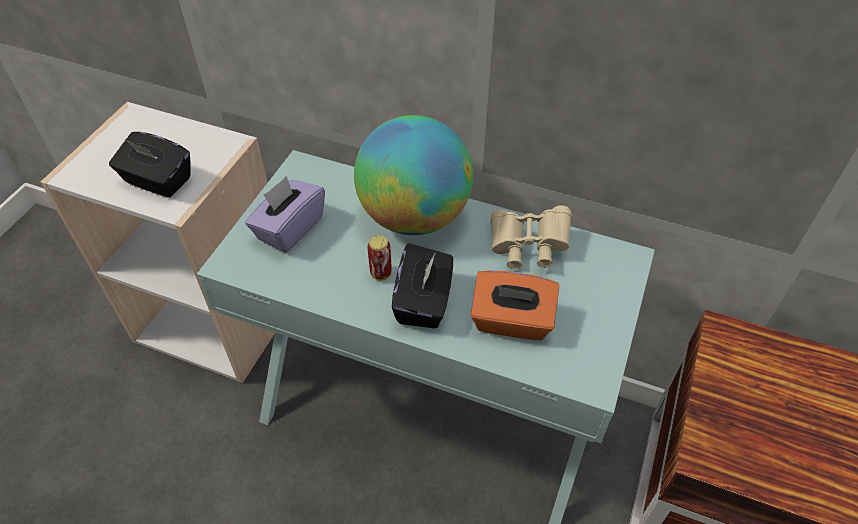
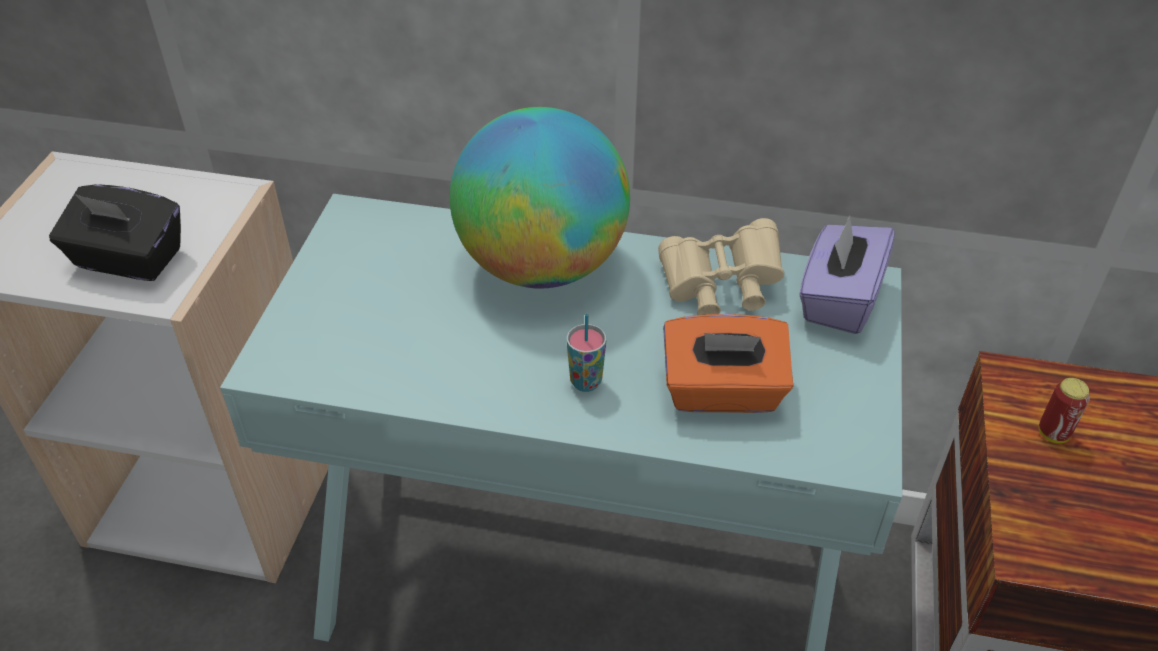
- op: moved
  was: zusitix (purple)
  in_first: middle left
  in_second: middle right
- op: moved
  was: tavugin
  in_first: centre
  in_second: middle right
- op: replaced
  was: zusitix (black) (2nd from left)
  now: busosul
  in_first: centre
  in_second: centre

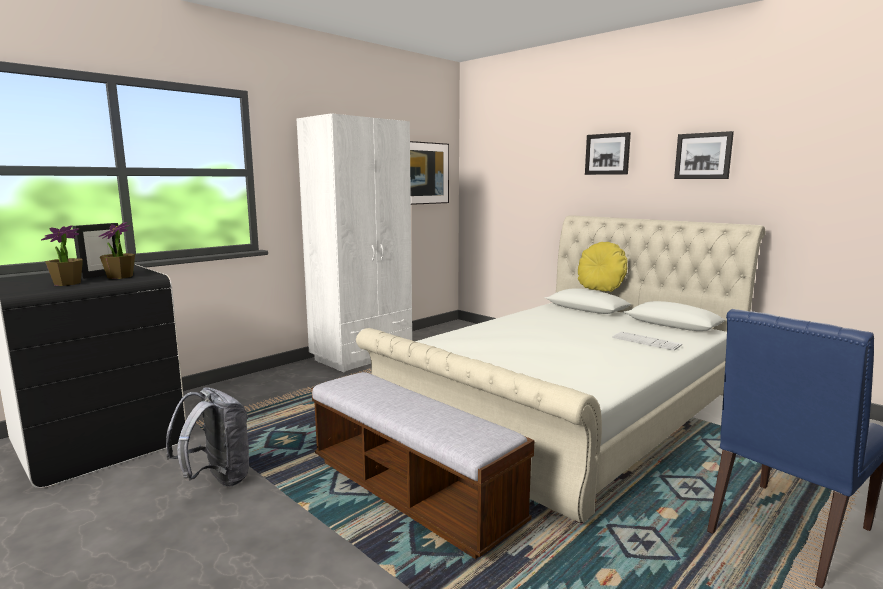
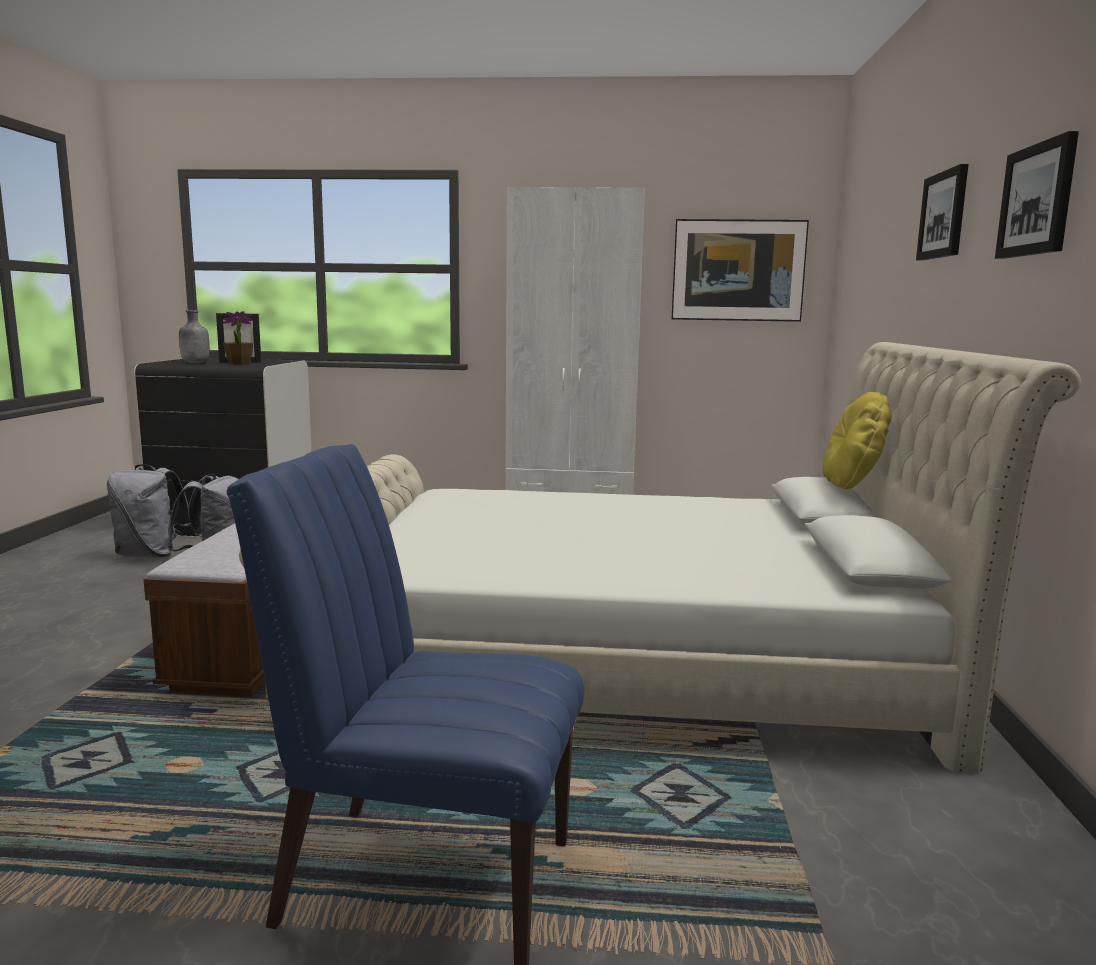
- op: replaced
  was: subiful (1st from left)
  now: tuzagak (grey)
  in_first: middle left
  in_second: middle left
- op: removed
  was: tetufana
  in_first: middle right
- op: added
  now: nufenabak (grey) (1st from left)
  in_second: middle left

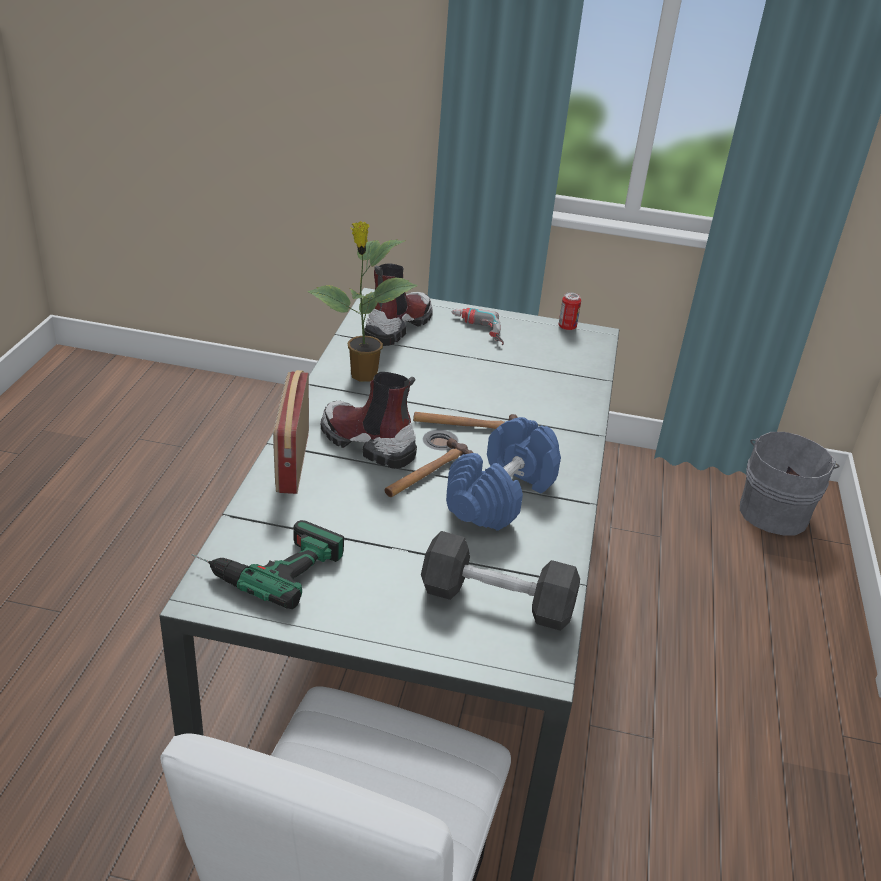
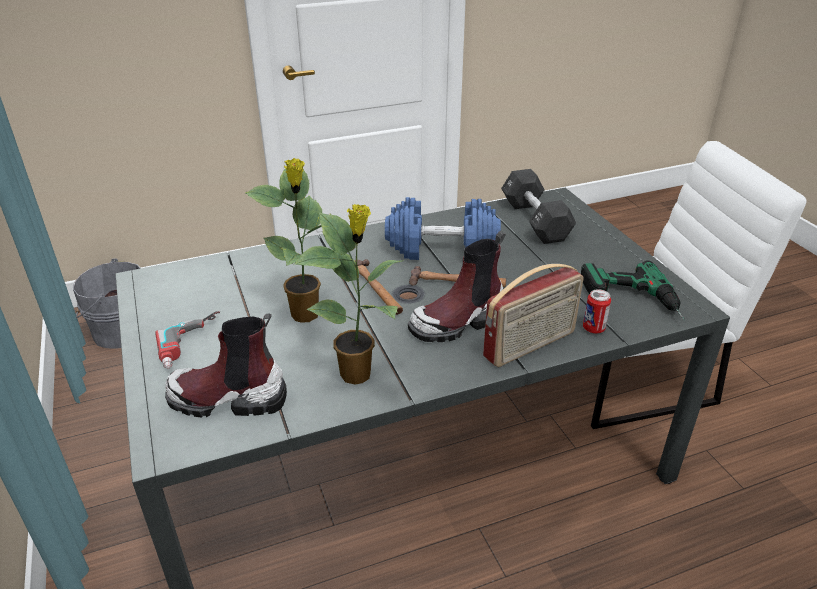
- op: moved
  was: tavugin
  in_first: centre
  in_second: middle right
- op: turned
  was: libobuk (1st from left in the first image)
  in_first: centre
  in_second: centre
  clockwise: 60
- op: added
  now: subiful (1st from left)
  in_second: centre

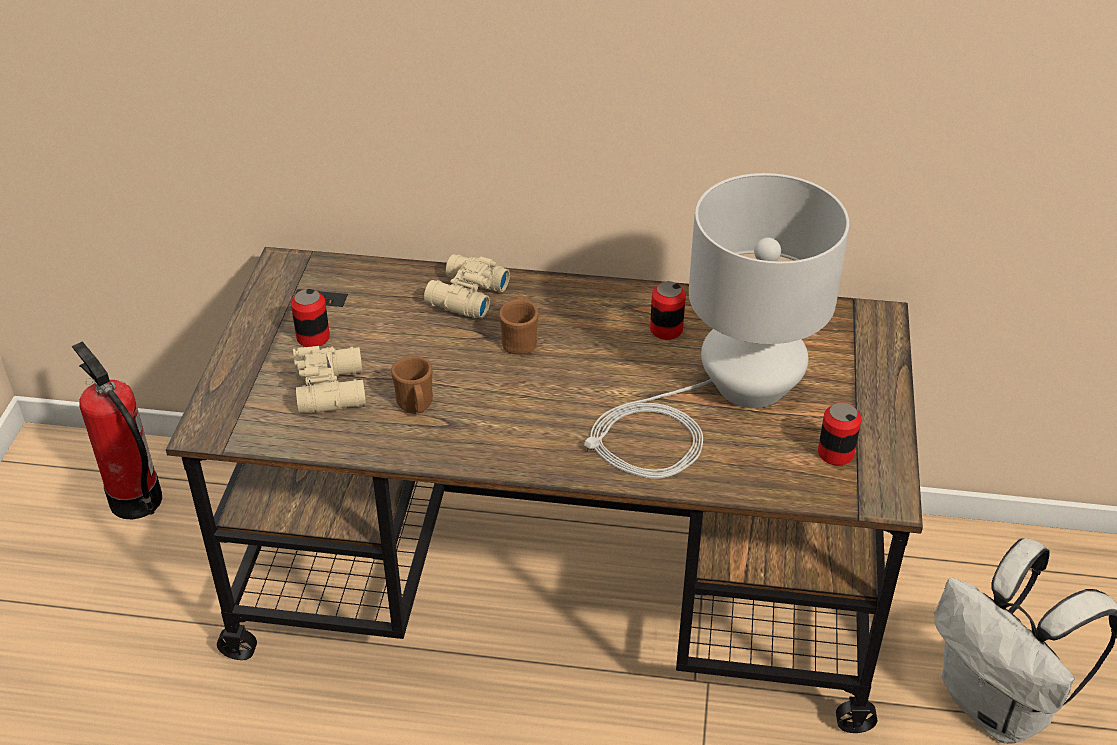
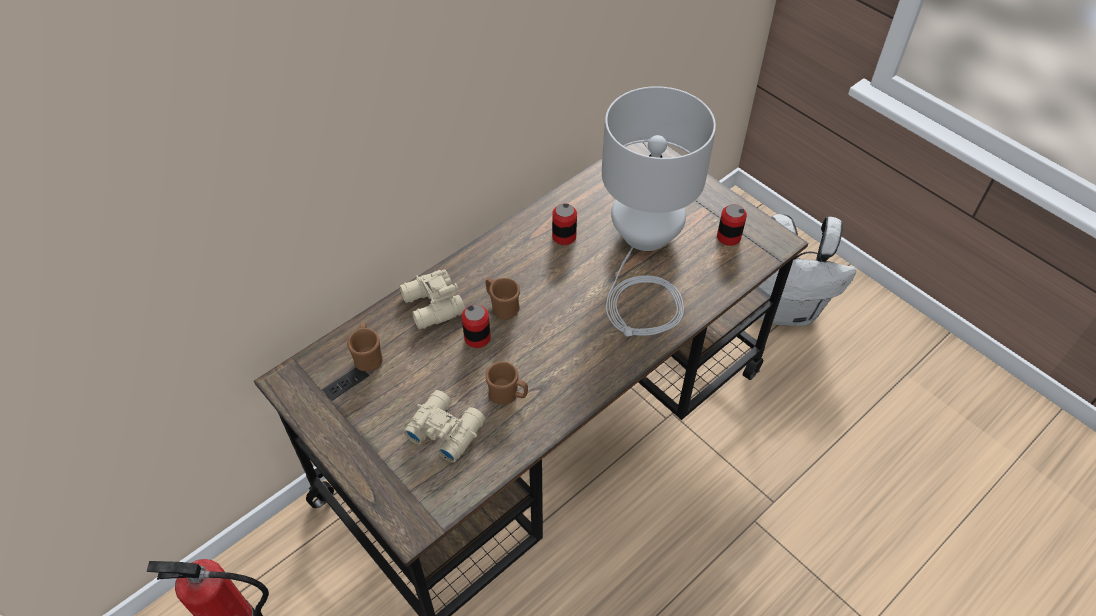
- op: moved
  was: tavugin (1st from left)
  in_first: middle left
  in_second: centre
- op: added
  now: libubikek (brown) (1st from left)
  in_second: middle left

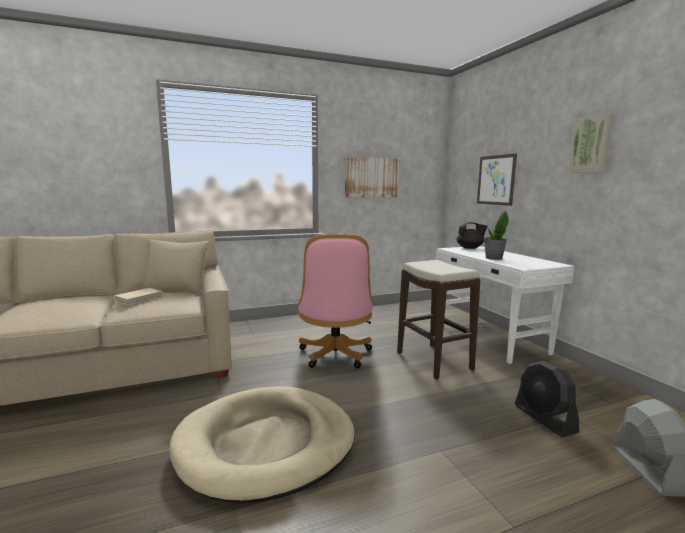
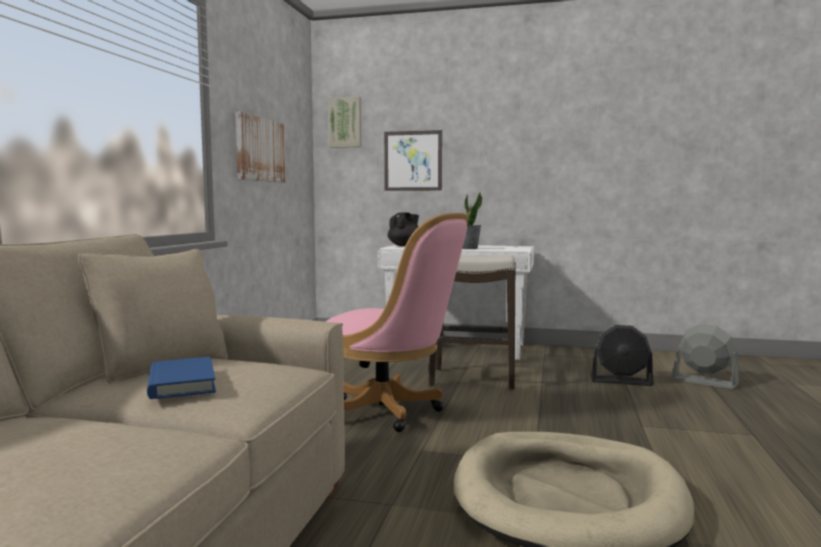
- op: moved
  was: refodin (3rd from left in the first image)
  now: refodin (2nd from left)
  in_first: top right
  in_second: top centre
- op: recoloured
  was: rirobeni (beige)
  now: rirobeni (blue)
  in_first: middle left
  in_second: bottom left

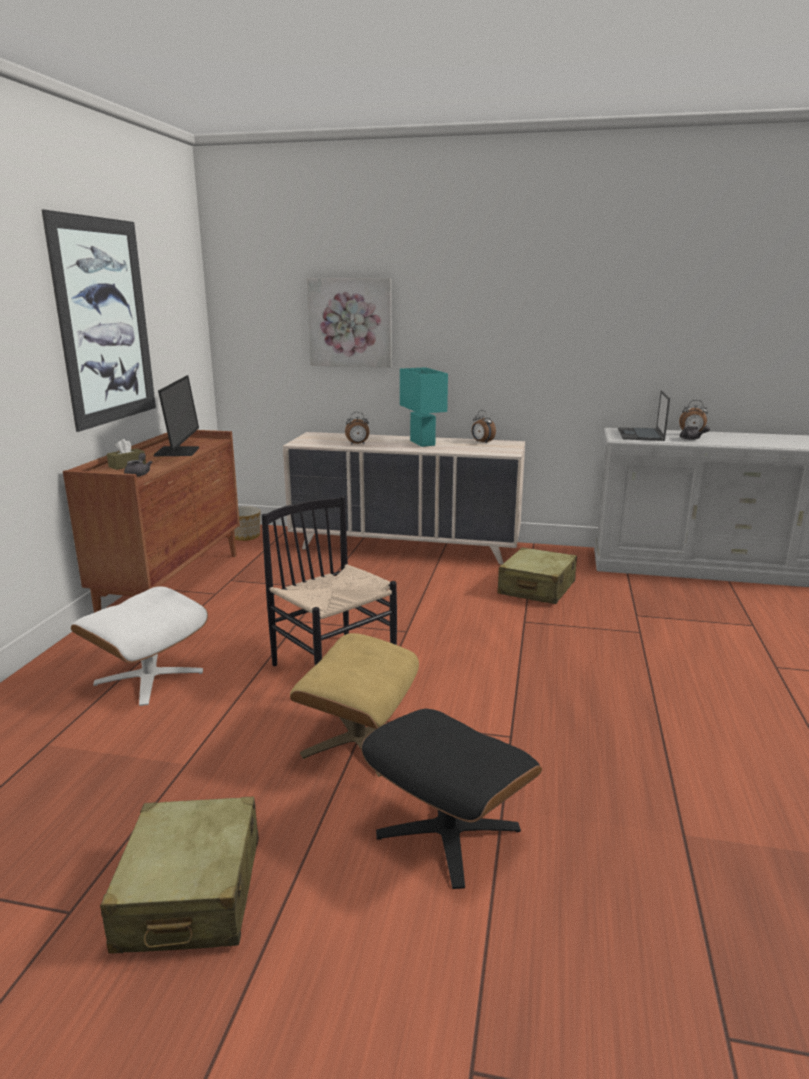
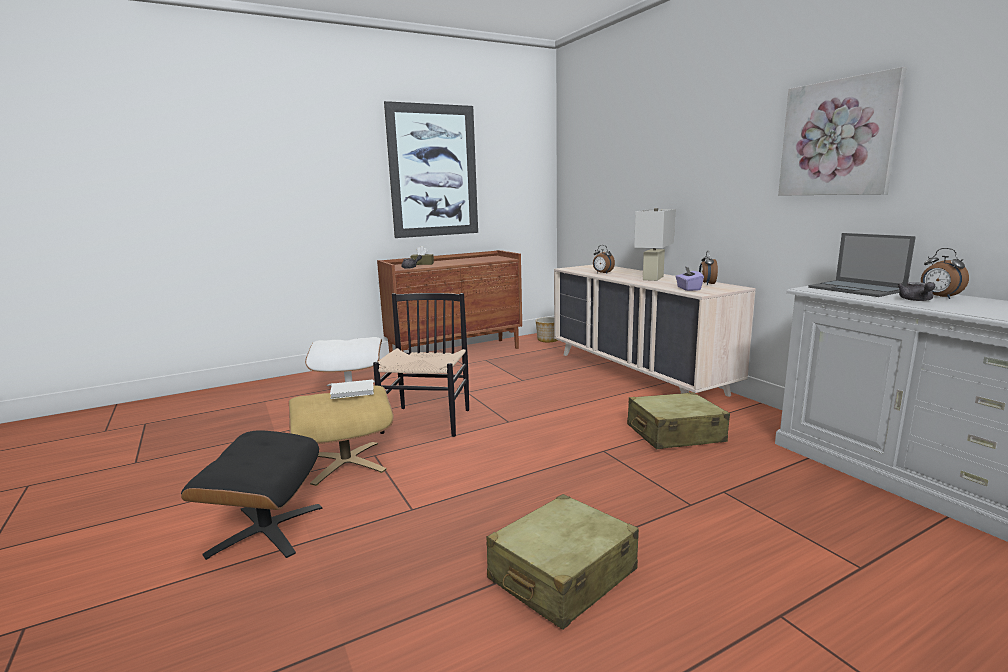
- op: moved
  was: refodin (2nd from left)
  in_first: top centre
  in_second: top right
- op: recoloured
  was: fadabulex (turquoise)
  now: fadabulex (white)
  in_first: centre
  in_second: centre
- op: removed
  was: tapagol
  in_first: middle left
- op: turned
  was: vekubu
  in_first: middle right
  in_second: middle right
  clockwise: -90
- op: moved
  was: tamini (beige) (1st from left)
  in_first: bottom left
  in_second: bottom centre
- op: added
  now: zusitix (purple)
  in_second: middle right
- op: added
  now: rirobeni (white)
  in_second: centre

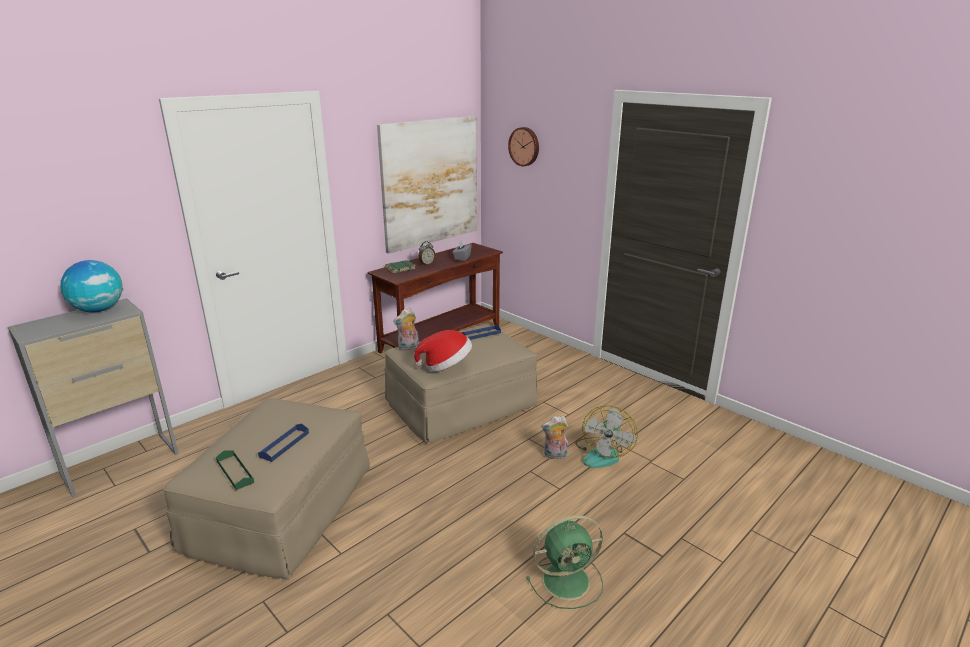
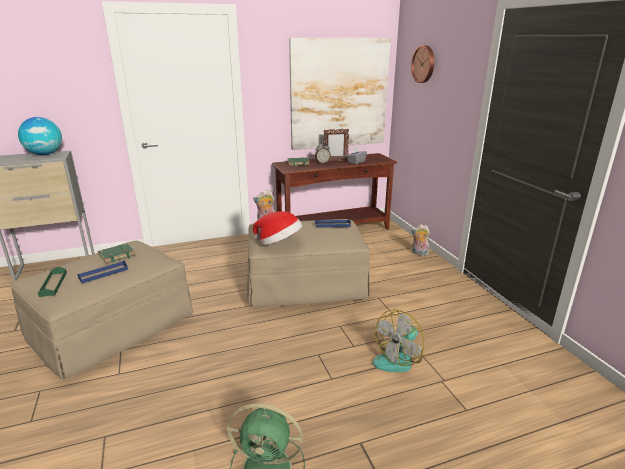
- op: moved
  was: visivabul (2nd from left)
  in_first: bottom centre
  in_second: middle right
- op: added
  now: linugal
  in_second: top centre
- op: added
  now: rirobeni (green) (1st from left)
  in_second: middle left

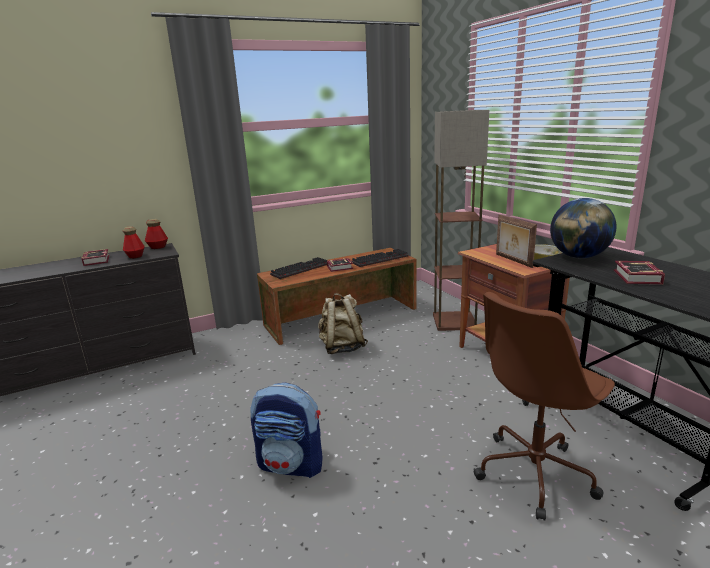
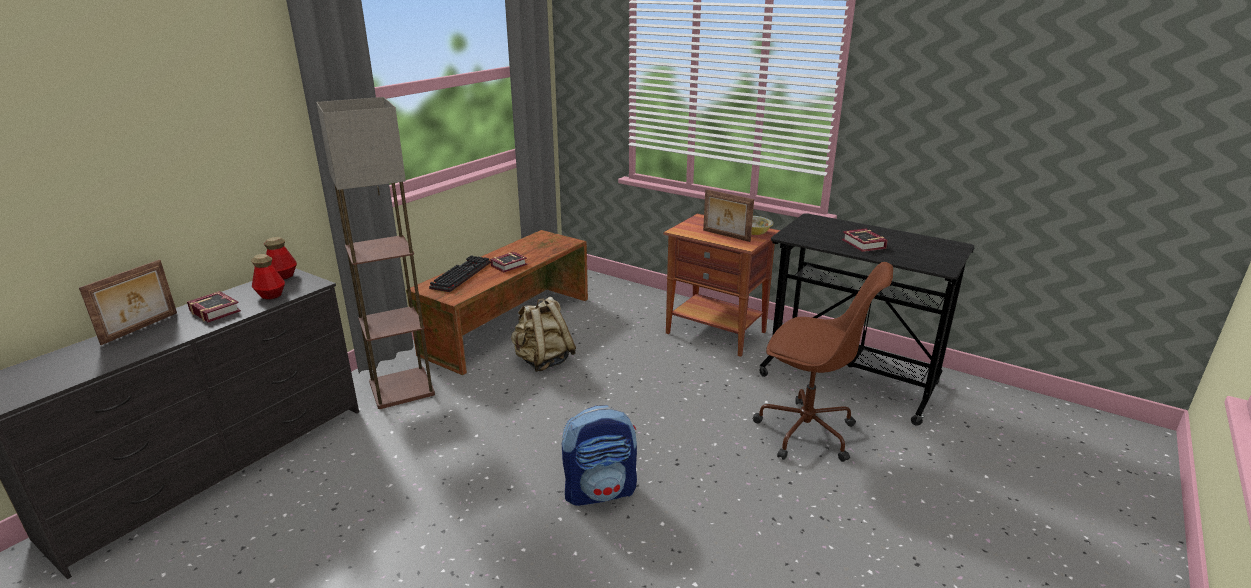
- op: moved
  was: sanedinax
  in_first: centre
  in_second: middle left
- op: removed
  was: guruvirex
  in_first: middle right
- op: removed
  was: tetufana (2nd from left)
  in_first: centre
- op: turned
  was: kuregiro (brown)
  in_first: bottom right
  in_second: centre
  clockwise: -90
- op: added
  now: linugal (1st from left)
  in_second: middle left

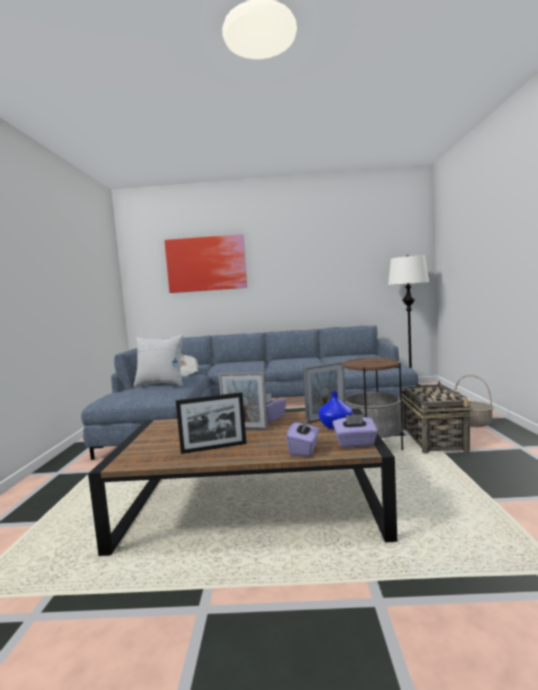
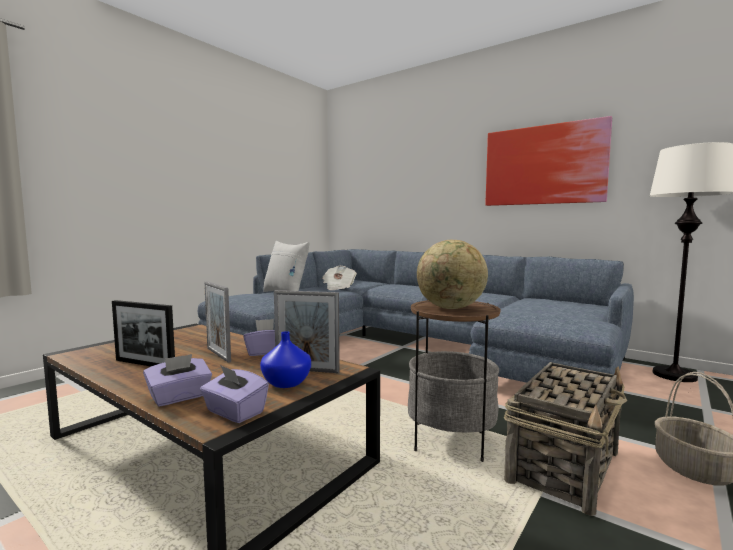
- op: moved
  was: refodin
  in_first: centre
  in_second: top right
- op: added
  now: guruvirex
  in_second: centre

